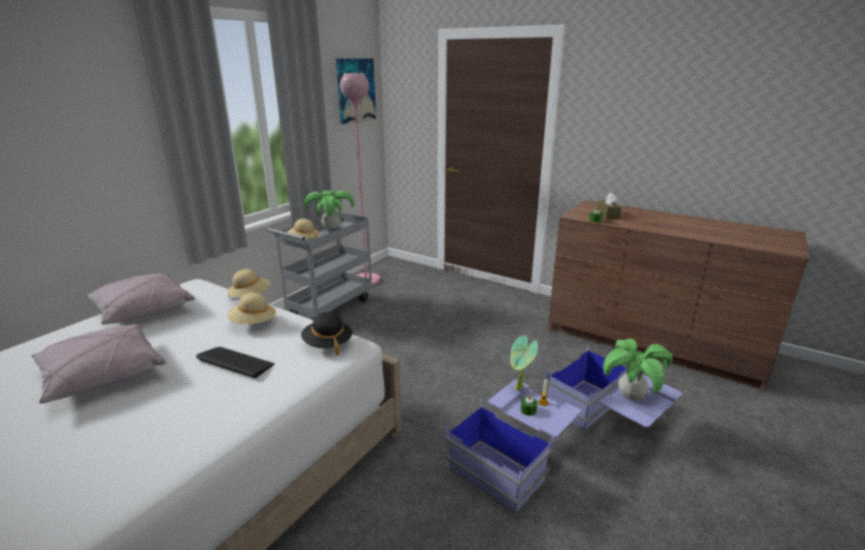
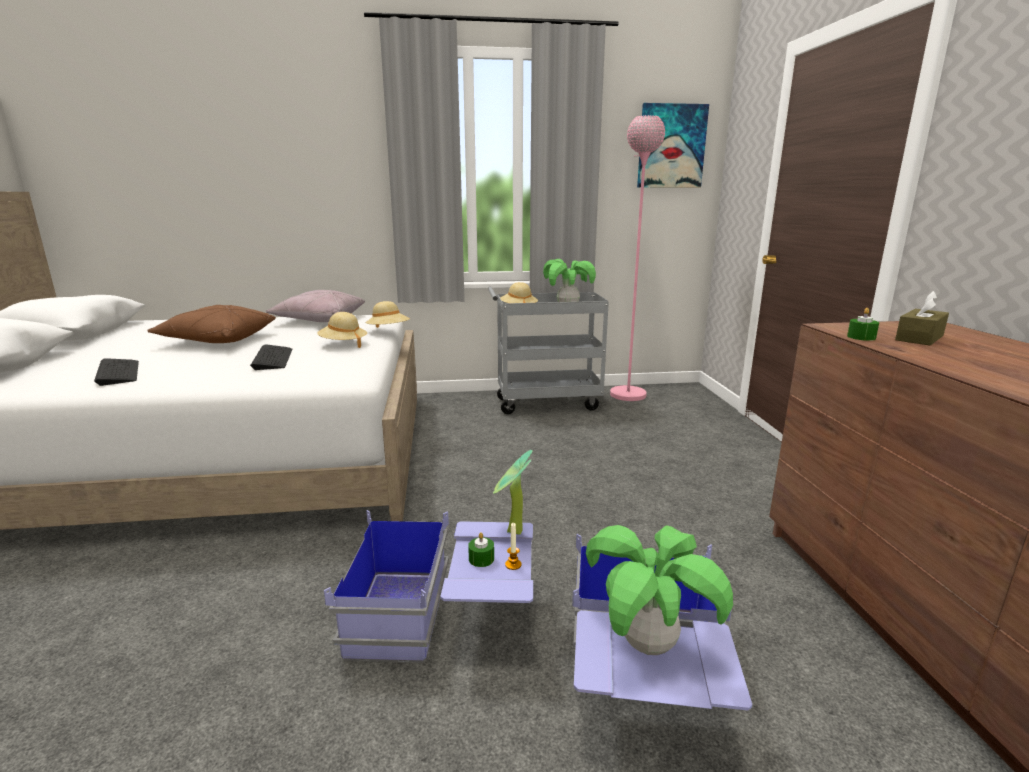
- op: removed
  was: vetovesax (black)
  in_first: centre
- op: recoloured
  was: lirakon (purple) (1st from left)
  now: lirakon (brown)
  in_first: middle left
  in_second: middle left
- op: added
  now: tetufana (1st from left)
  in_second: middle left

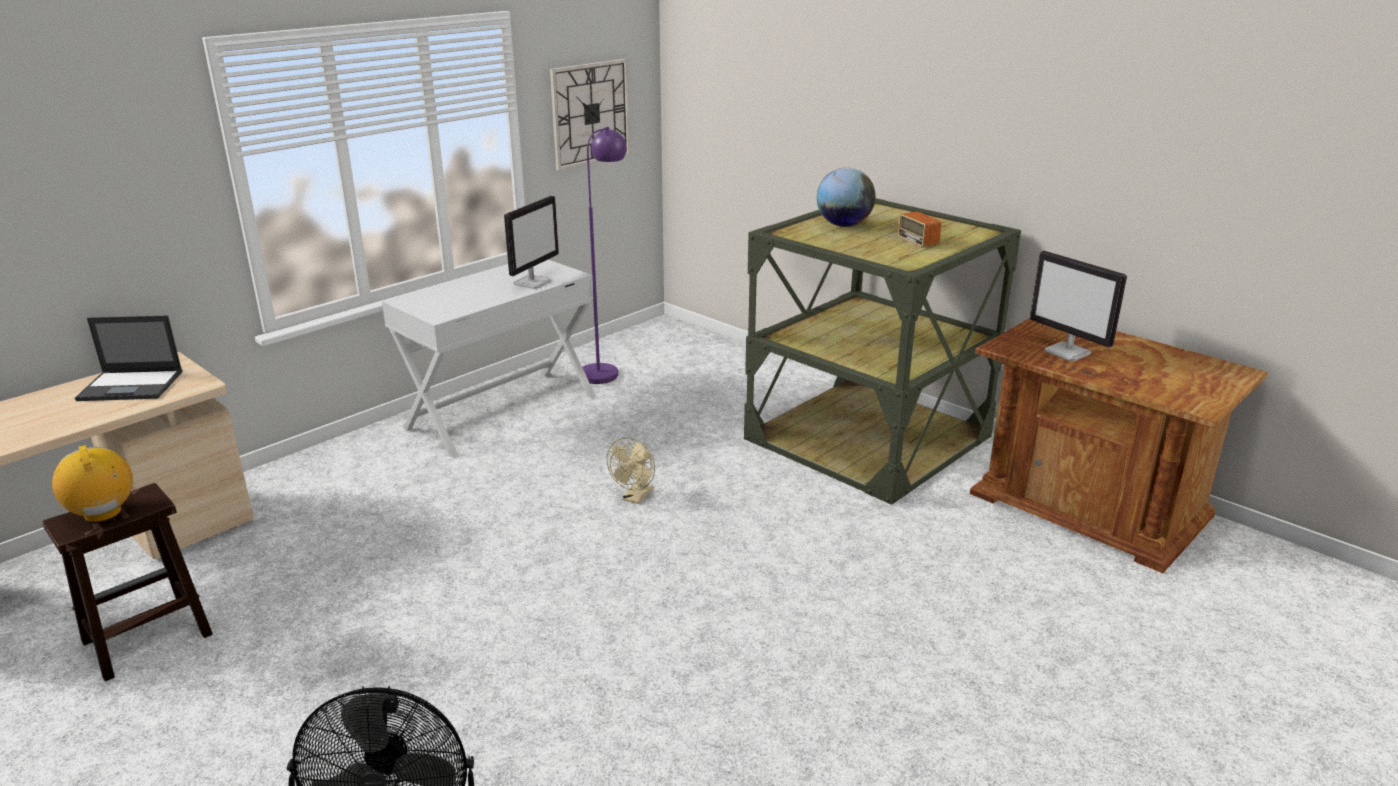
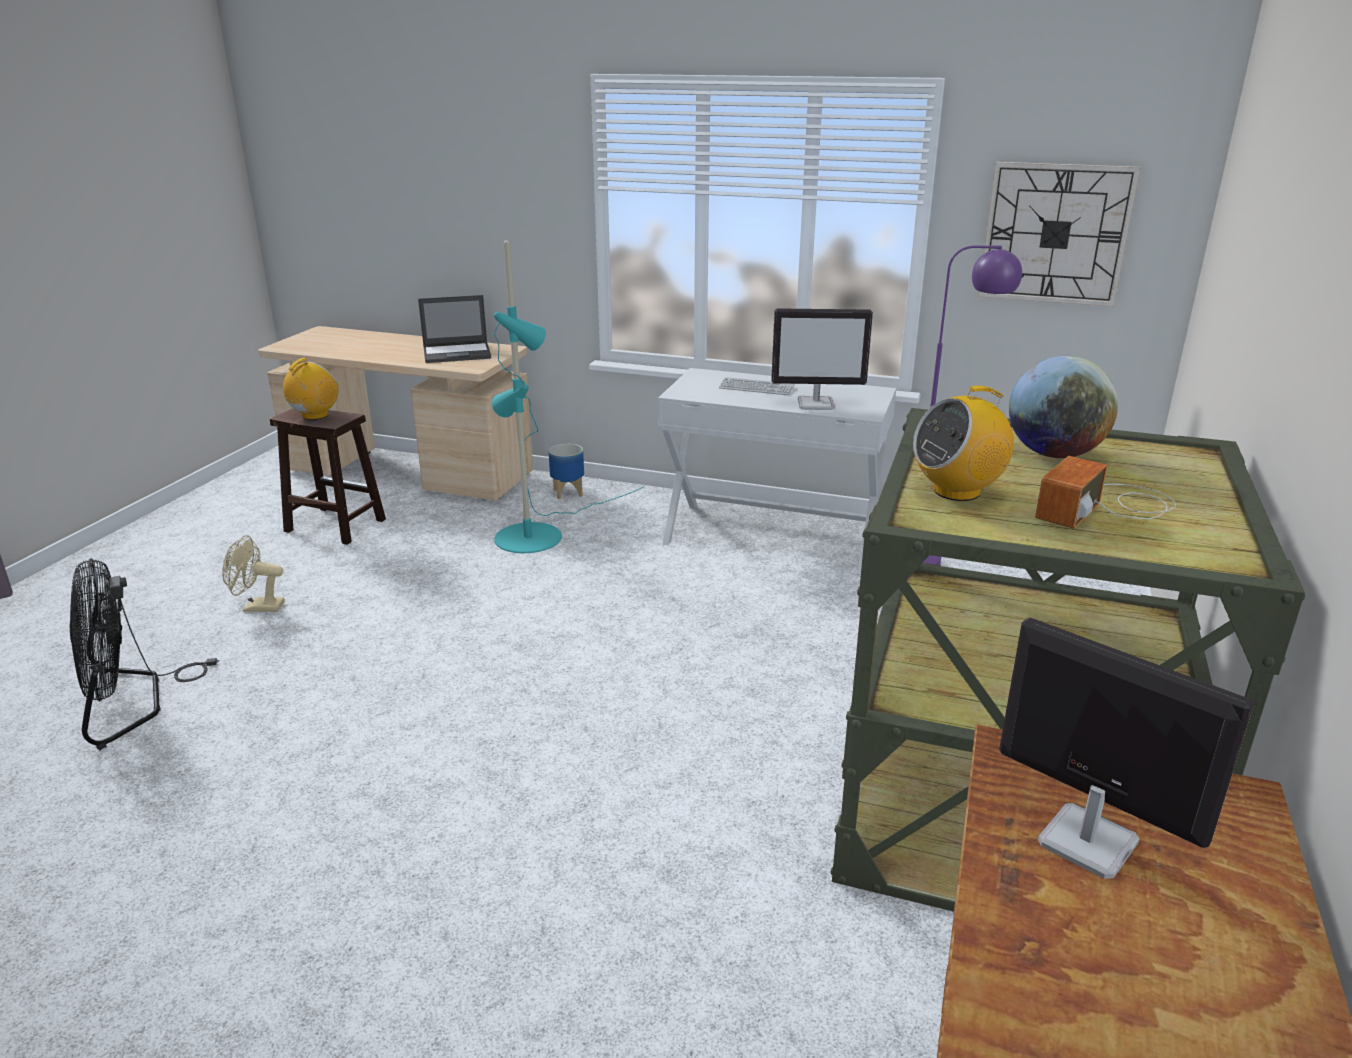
- op: turned
  was: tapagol (2nd from left)
  in_first: middle right
  in_second: bottom right
  clockwise: 105
- op: turned
  was: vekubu
  in_first: middle left
  in_second: top centre
  clockwise: -75
- op: moved
  was: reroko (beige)
  in_first: centre
  in_second: middle left
- op: added
  now: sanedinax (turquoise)
  in_second: centre
- op: added
  now: tetufana
  in_second: centre
- op: added
  now: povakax (2nd from left)
  in_second: middle right
- op: added
  now: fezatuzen
  in_second: centre

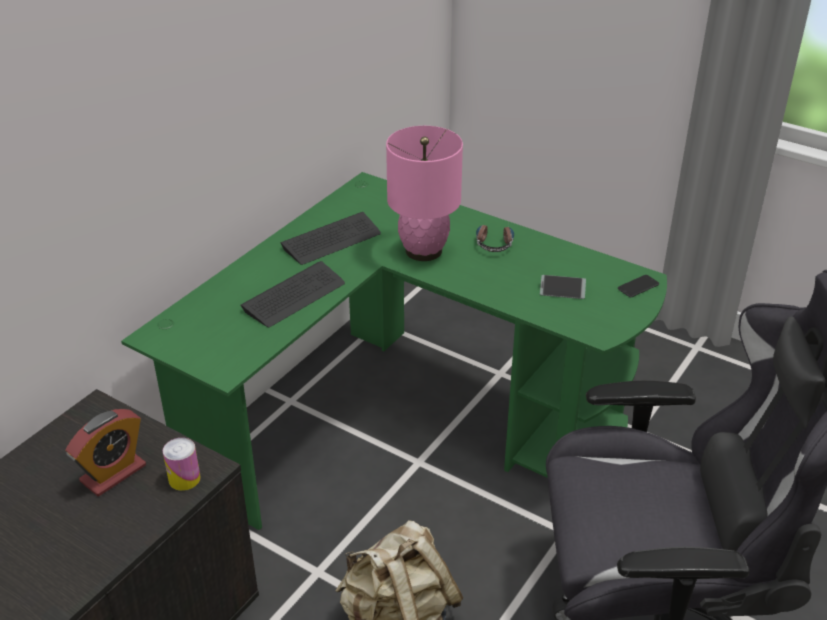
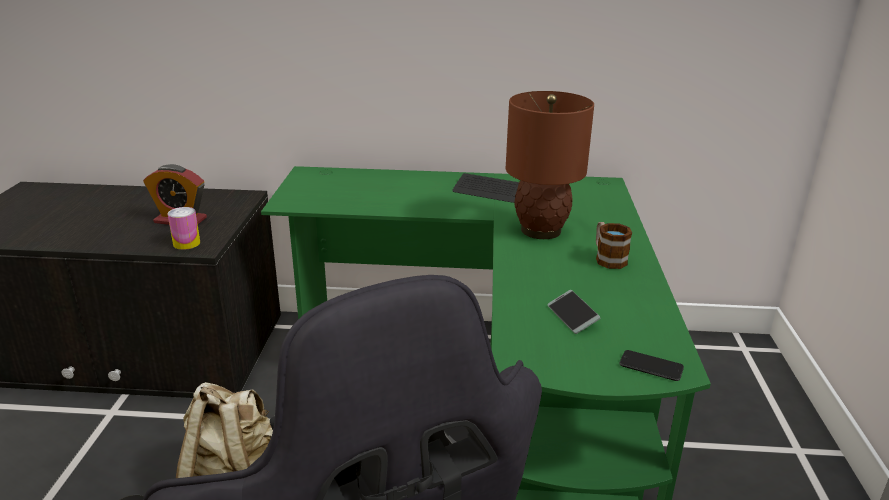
- op: recoloured
  was: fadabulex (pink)
  now: fadabulex (brown)
  in_first: top centre
  in_second: top centre
- op: replaced
  was: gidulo
  now: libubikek
  in_first: centre
  in_second: middle right
- op: removed
  was: tetufana (1st from left)
  in_first: centre

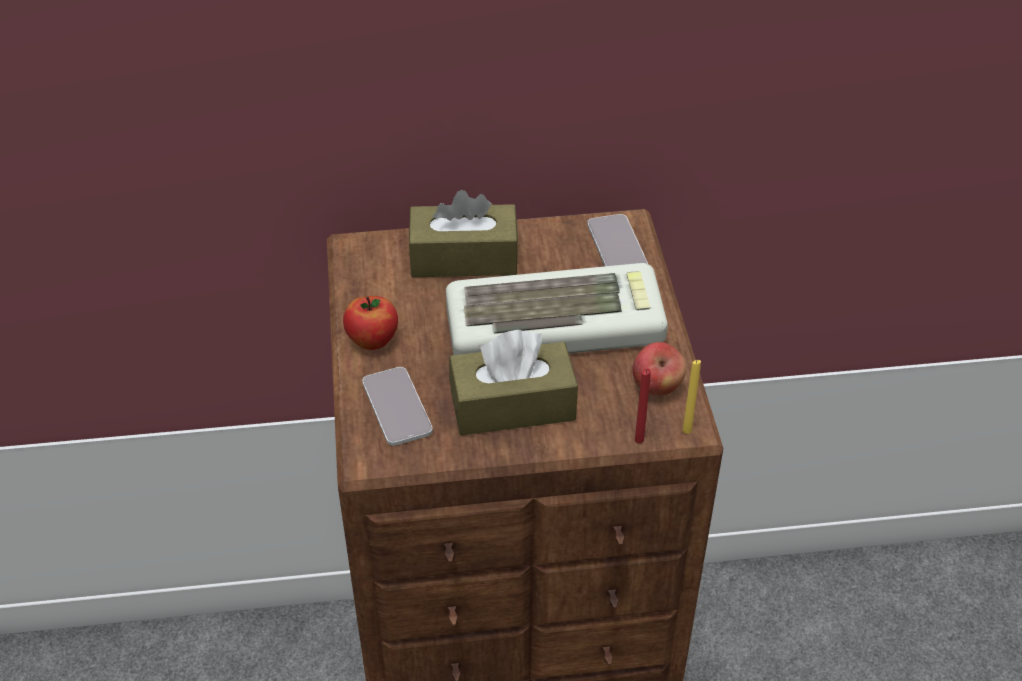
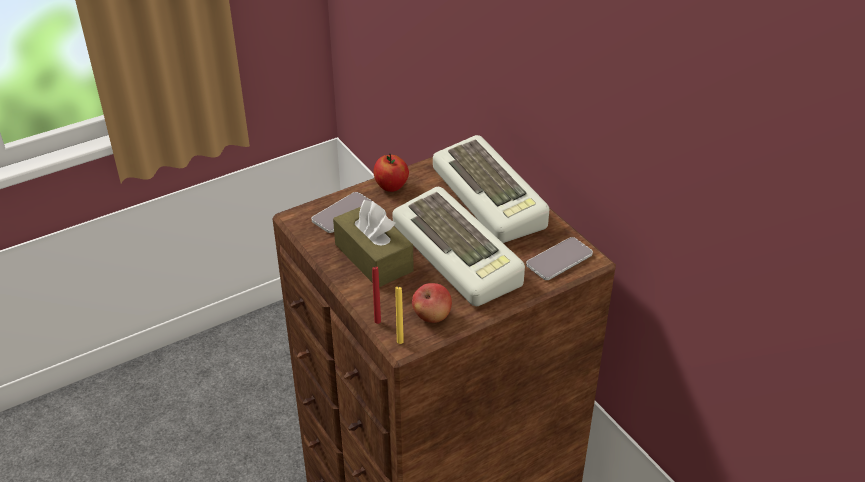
- op: replaced
  was: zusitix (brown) (1st from left)
  now: tetufana (2nd from left)
  in_first: centre
  in_second: centre

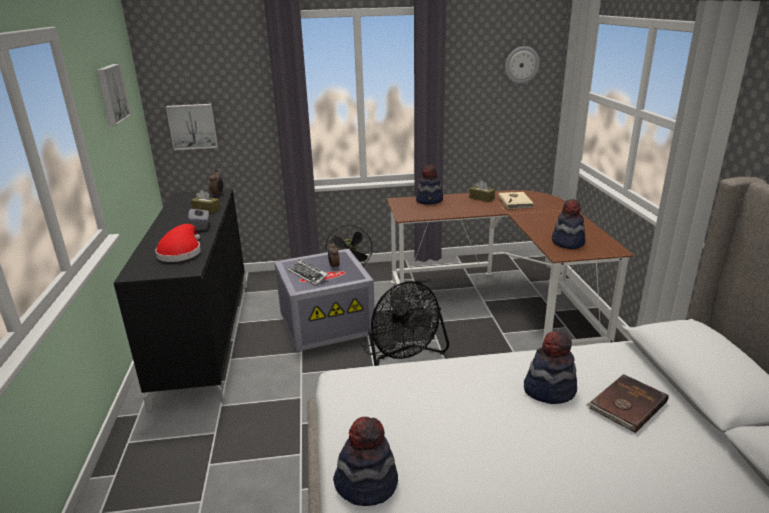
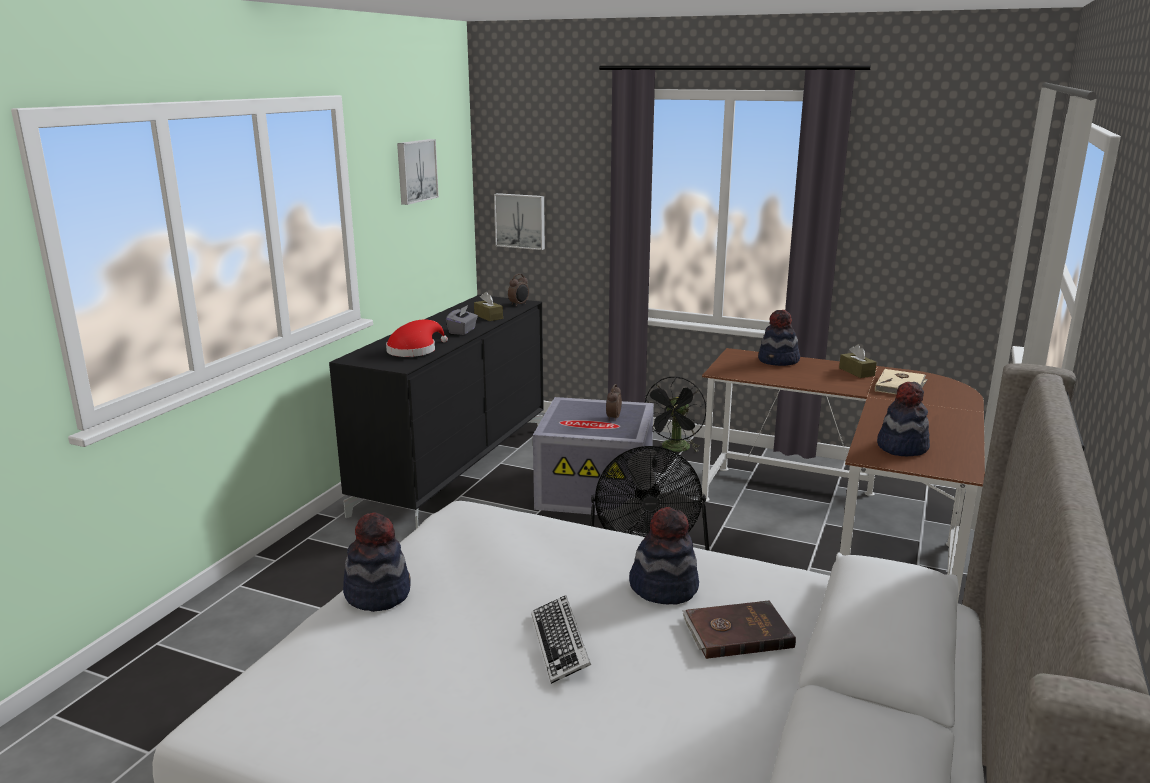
- op: removed
  was: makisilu
  in_first: top right
- op: moved
  was: tetufana
  in_first: centre
  in_second: bottom centre

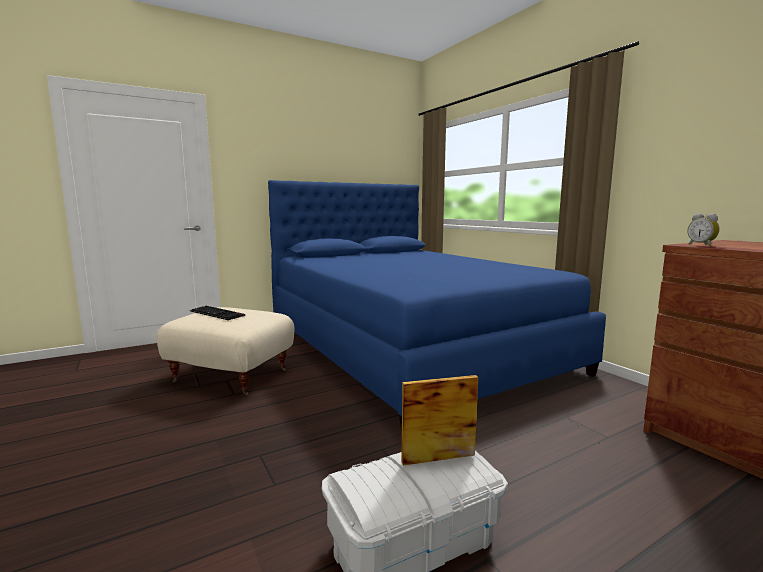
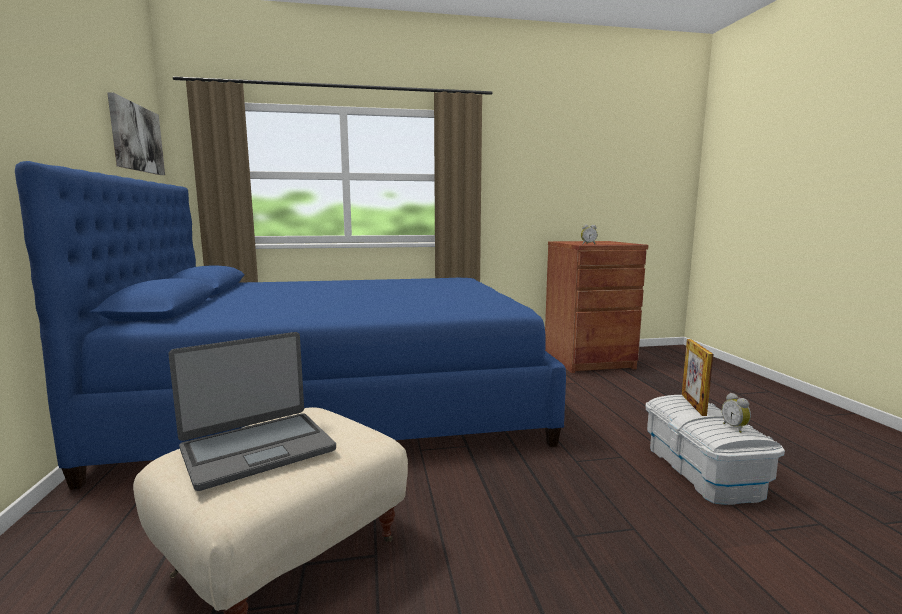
- op: replaced
  was: tetufana
  now: vekubu
  in_first: middle left
  in_second: bottom left
- op: added
  now: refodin
  in_second: top left
- op: added
  now: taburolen (2nd from left)
  in_second: bottom right

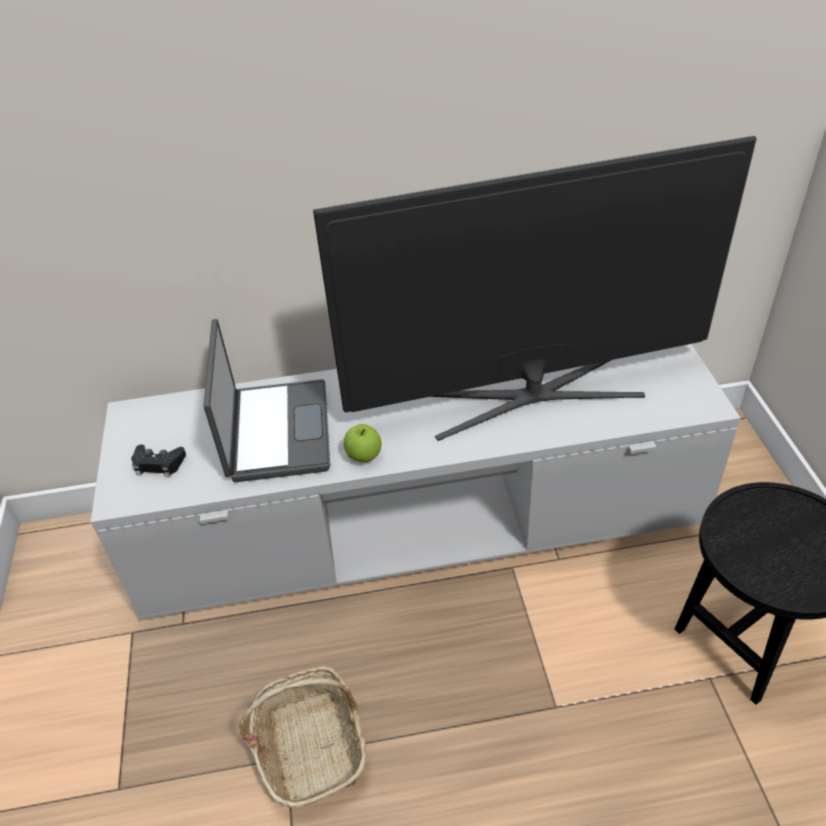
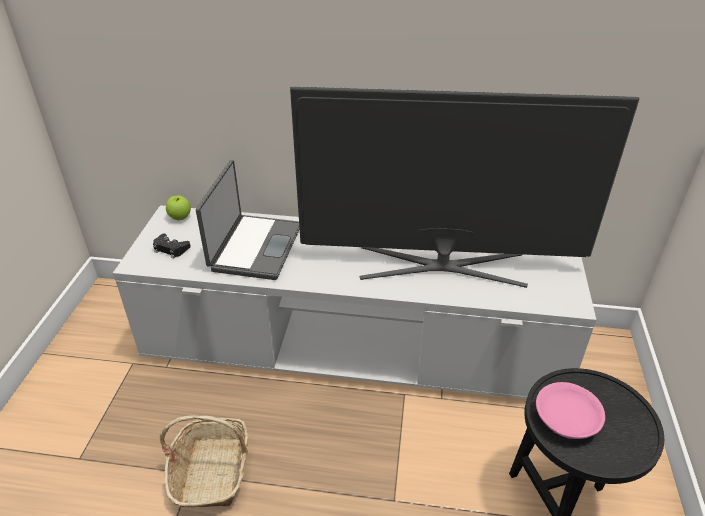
- op: moved
  was: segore
  in_first: centre
  in_second: middle left
- op: added
  now: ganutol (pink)
  in_second: bottom right

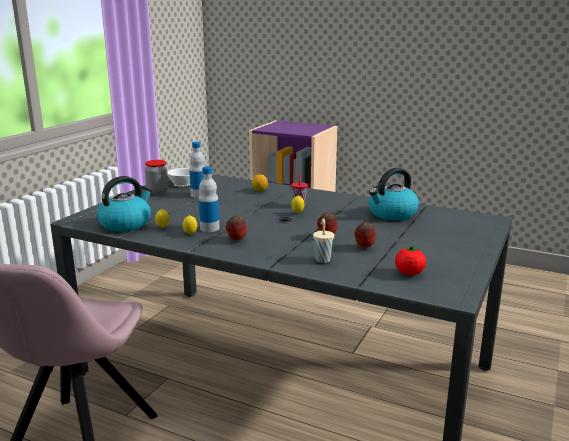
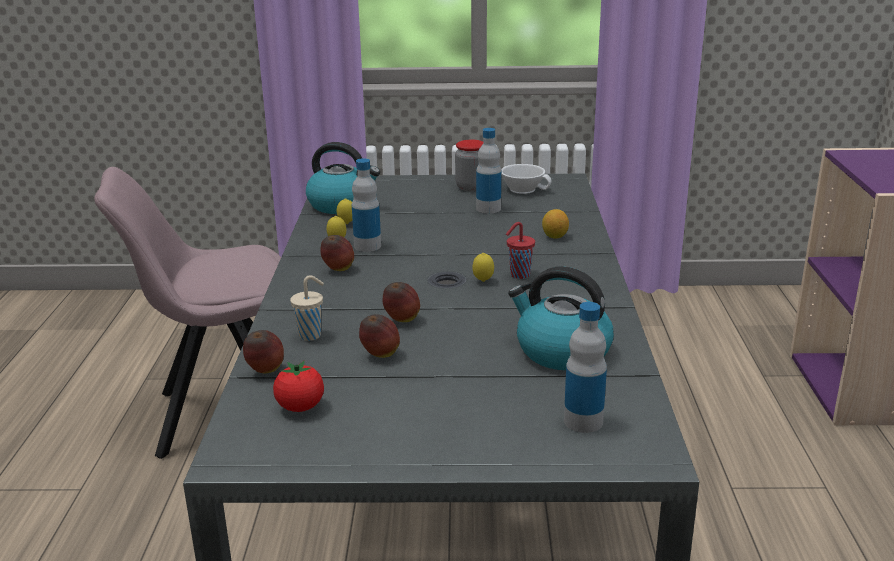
- op: added
  now: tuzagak (3rd from left)
  in_second: centre
- op: added
  now: segore (1st from left)
  in_second: middle left

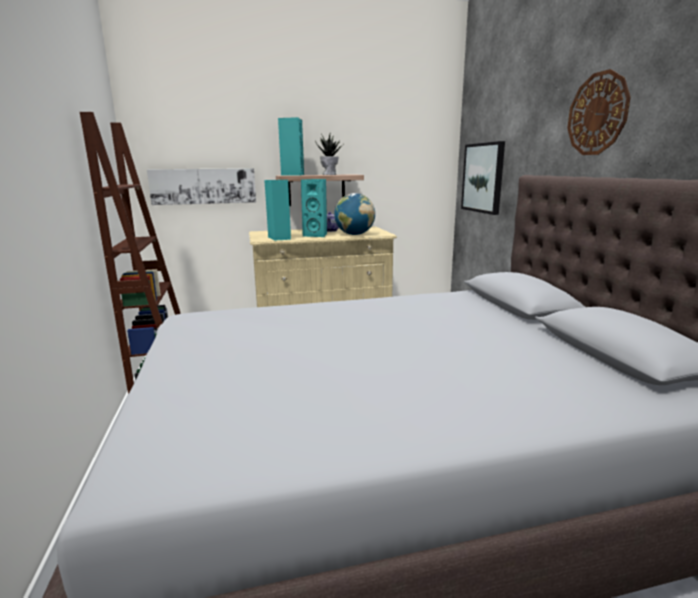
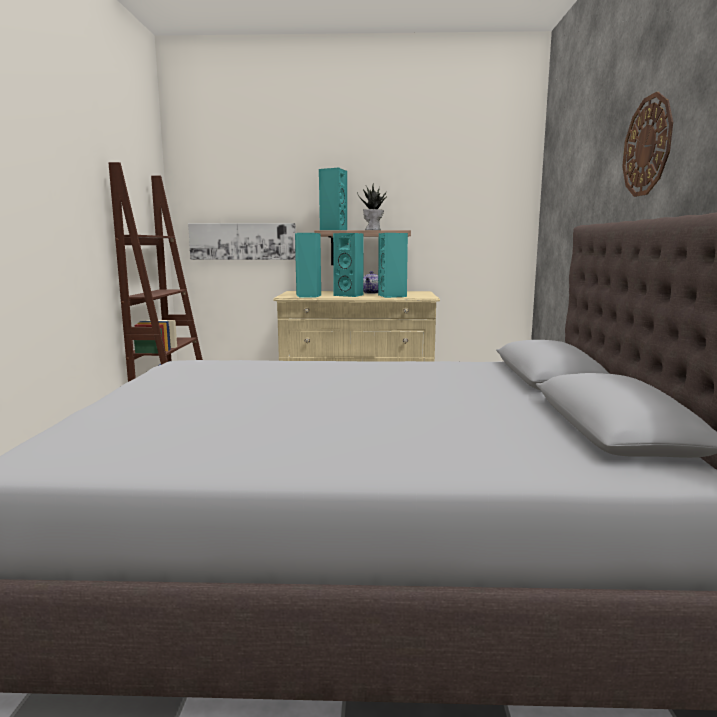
- op: removed
  was: refodin (2nd from left)
  in_first: top right
- op: replaced
  was: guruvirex
  now: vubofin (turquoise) (4th from left)
  in_first: centre
  in_second: centre

